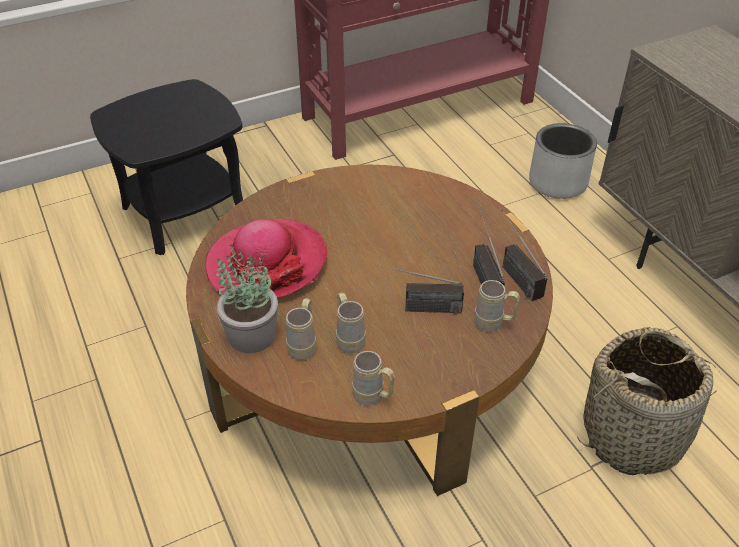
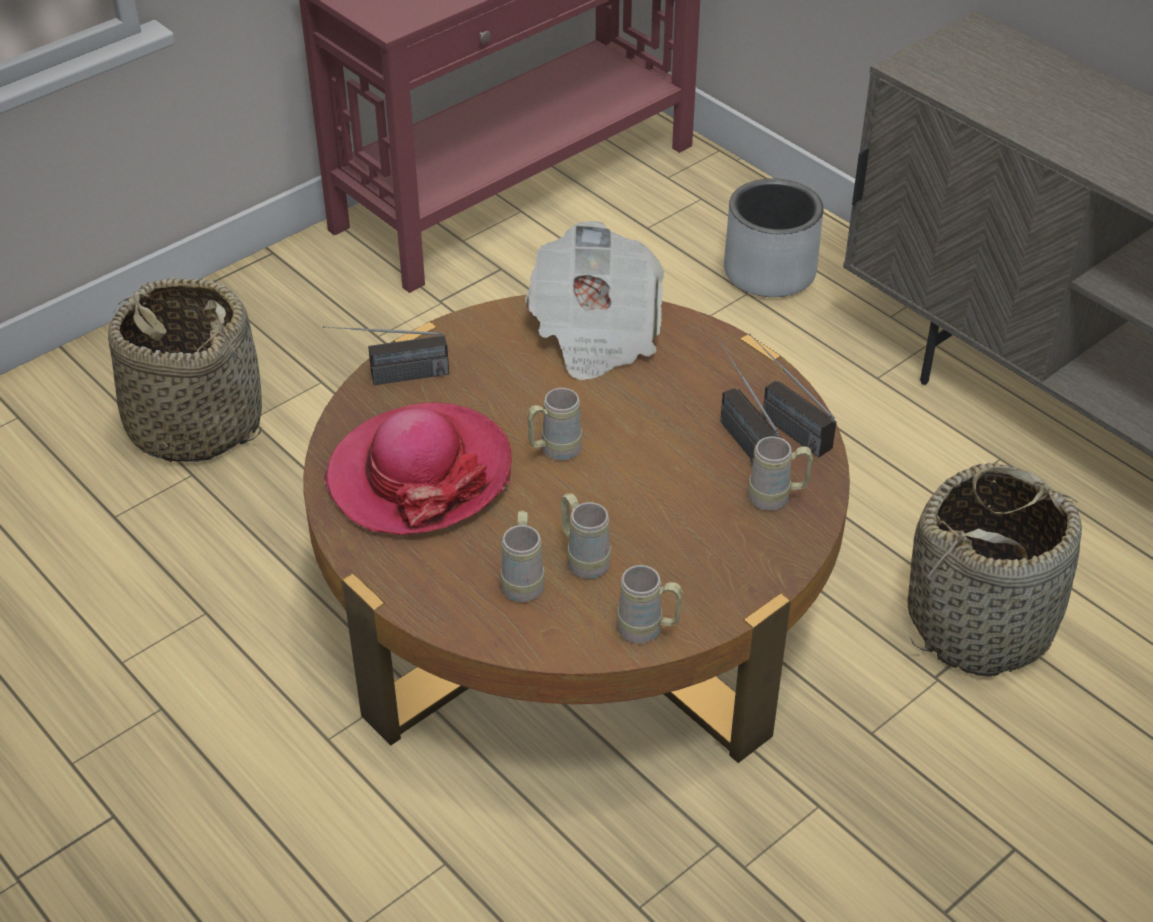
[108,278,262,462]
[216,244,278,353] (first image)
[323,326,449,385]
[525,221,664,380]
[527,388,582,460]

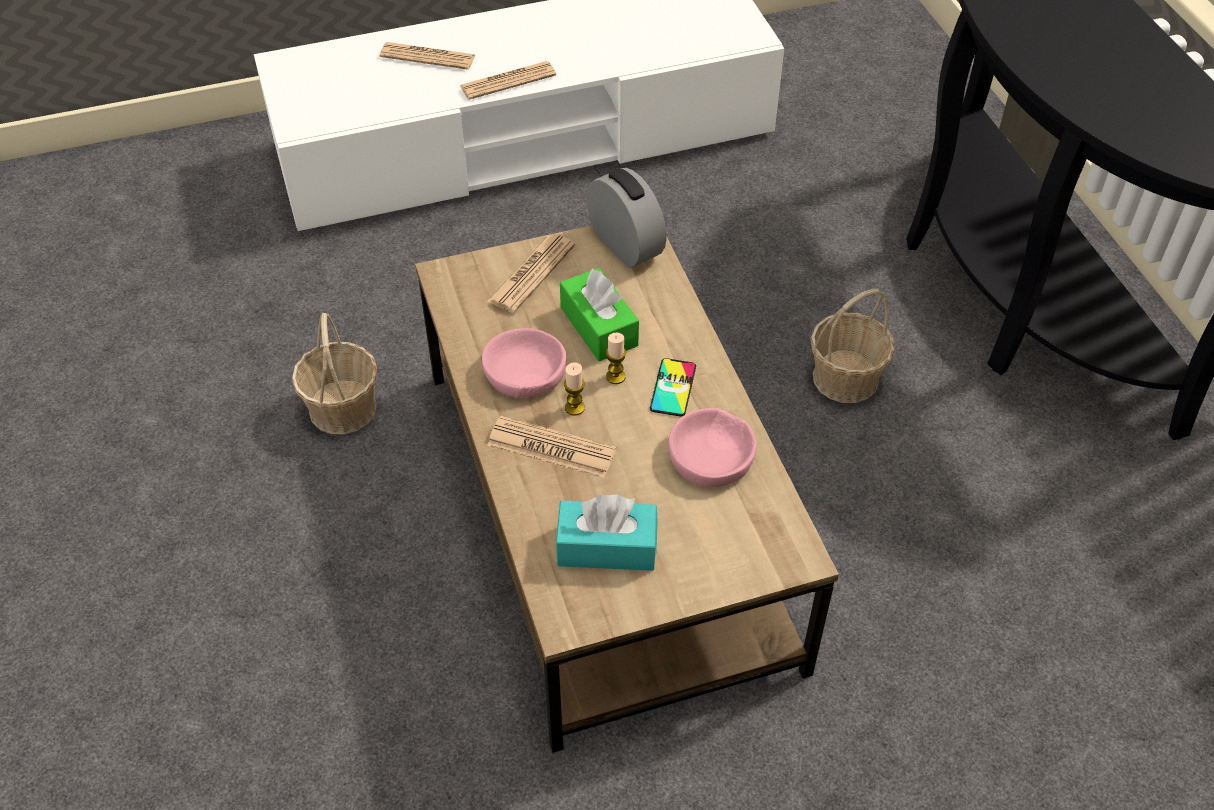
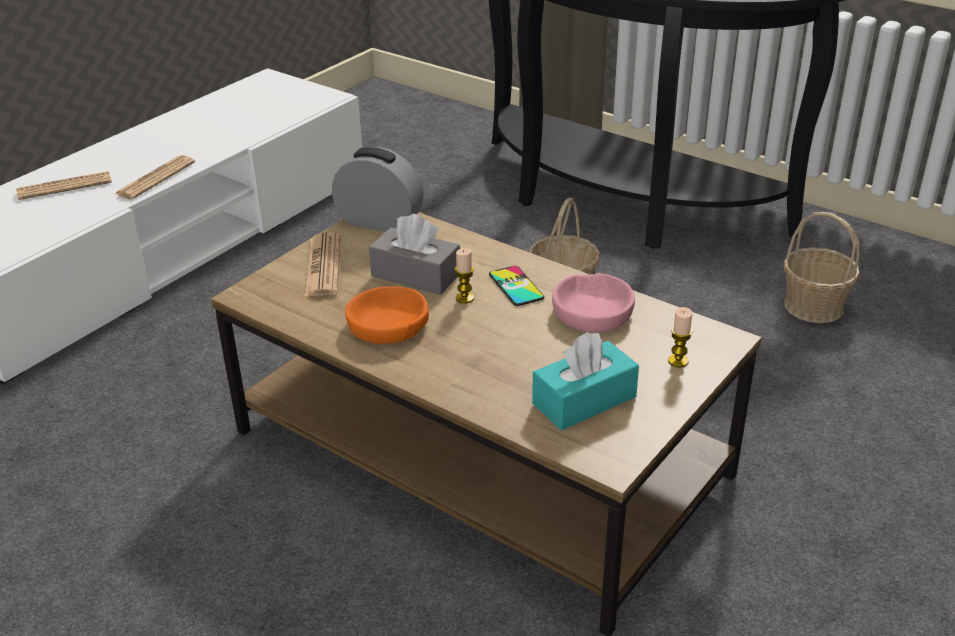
[784,212,860,323]
[345,286,429,344]
[487,416,616,478] (first image)
[369,214,460,295]
[668,307,692,368]

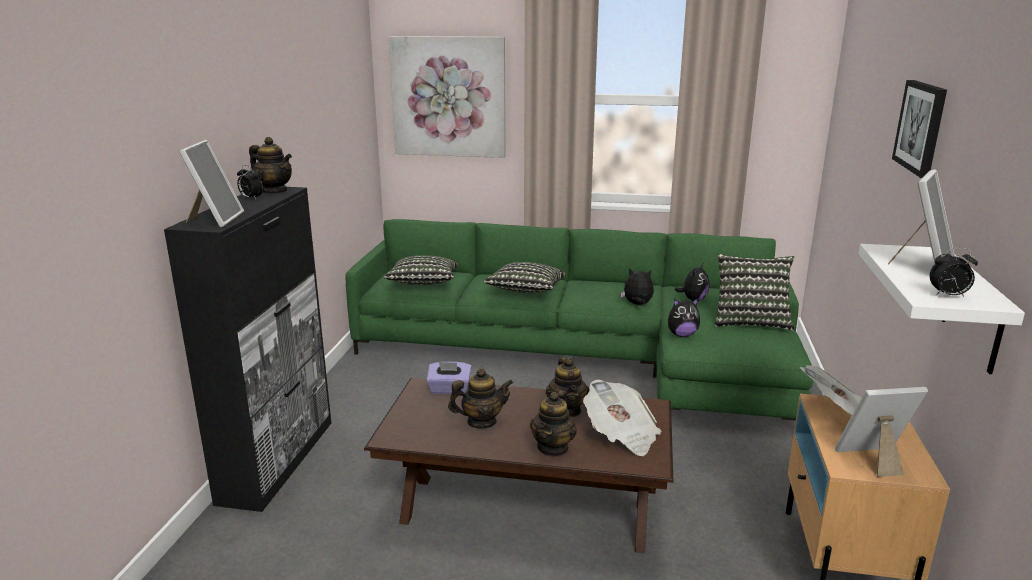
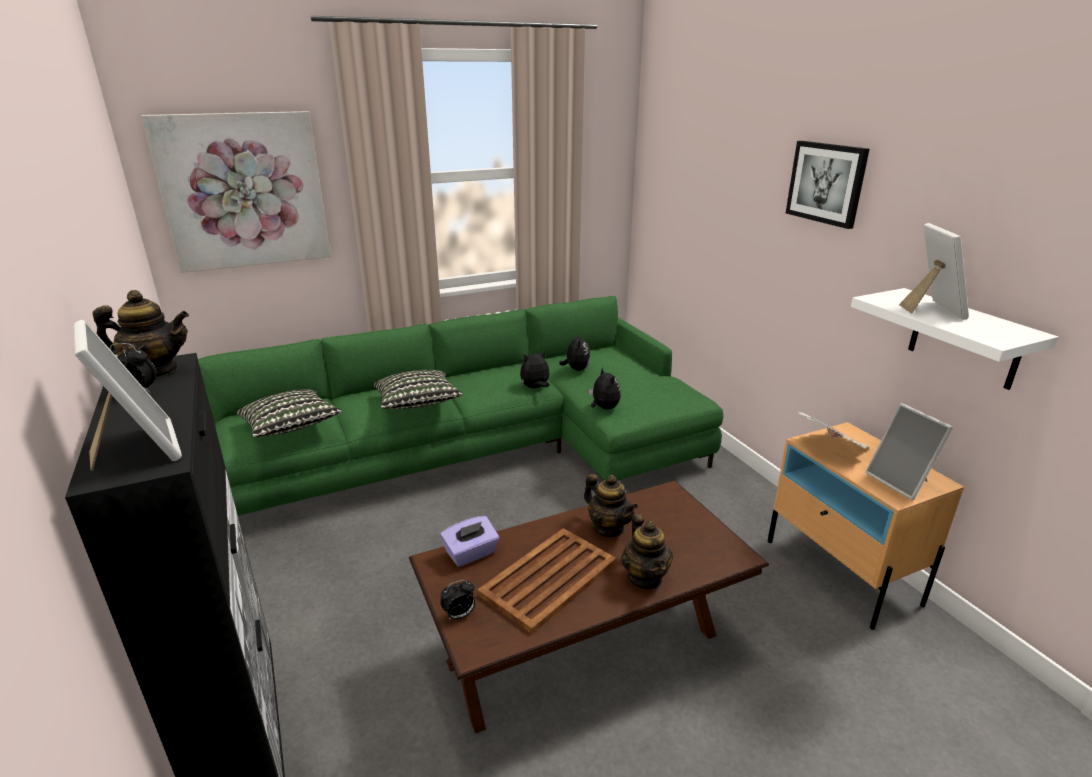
[477,528,616,634]
[583,379,661,456] (first image)
[589,367,621,410]
[715,254,794,331] (first image)
[865,403,953,500]
[440,580,475,620]

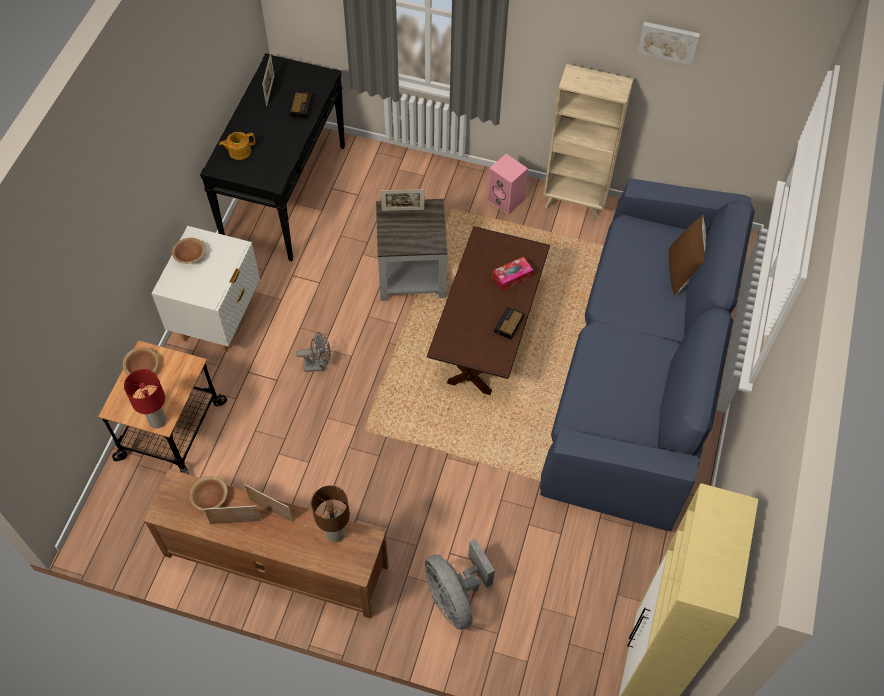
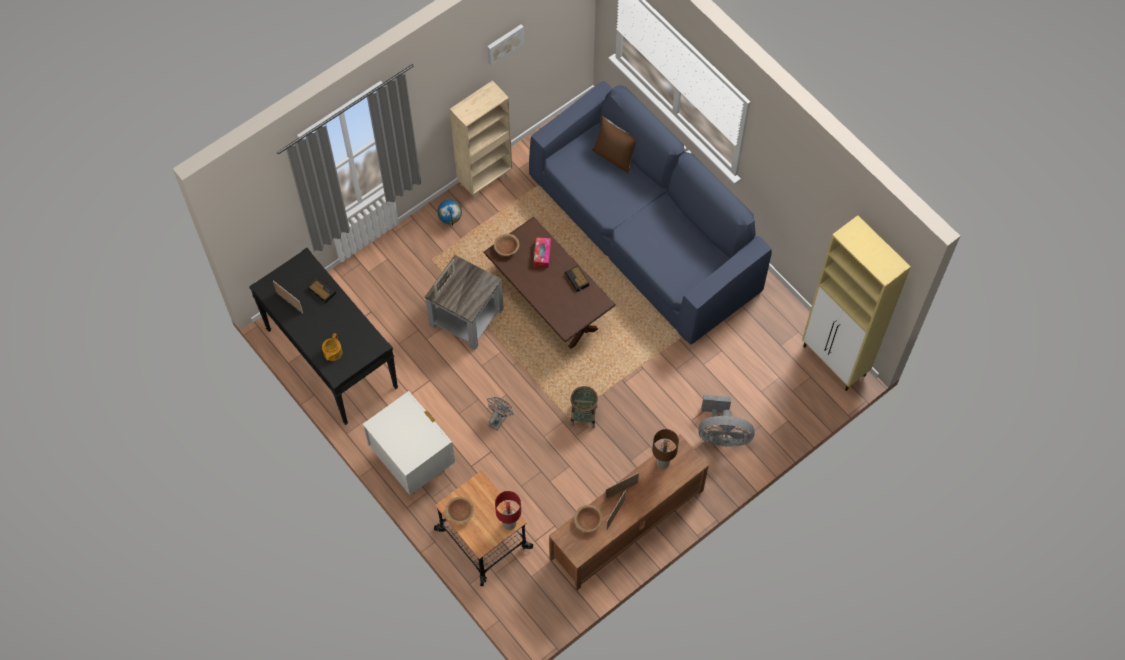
[494,234,519,256]
[437,200,462,226]
[570,386,598,428]

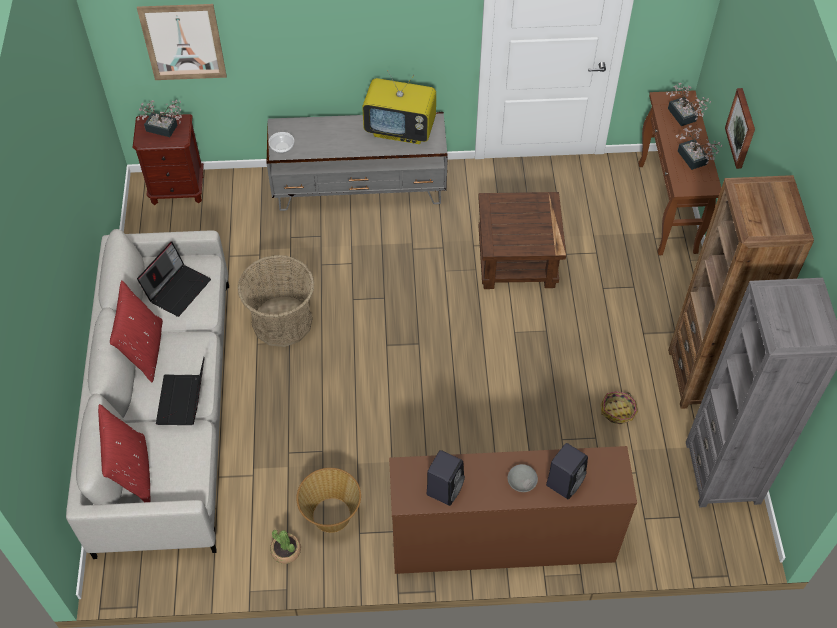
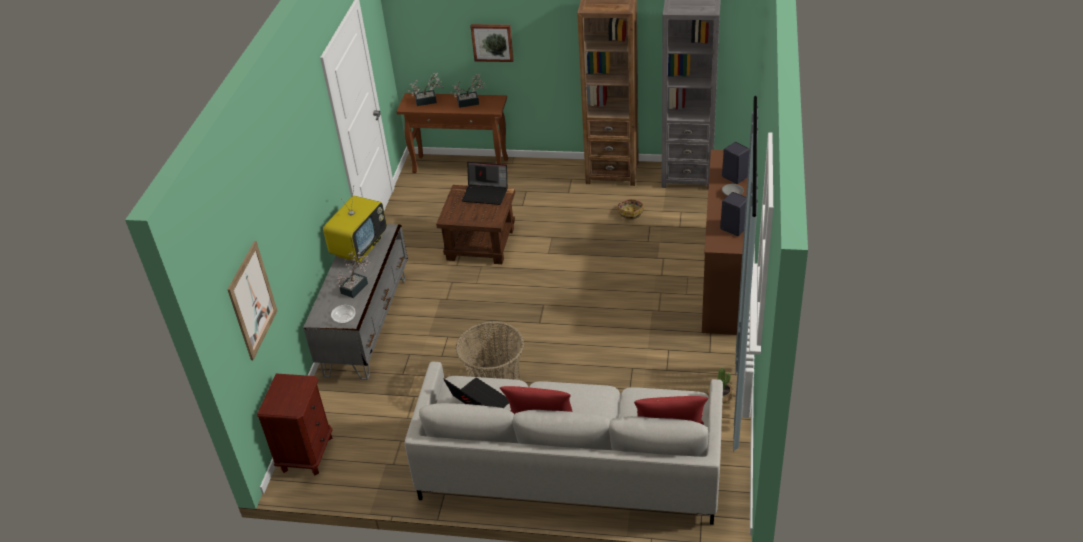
[337,252,370,298]
[462,162,507,205]
[296,468,361,533] (first image)

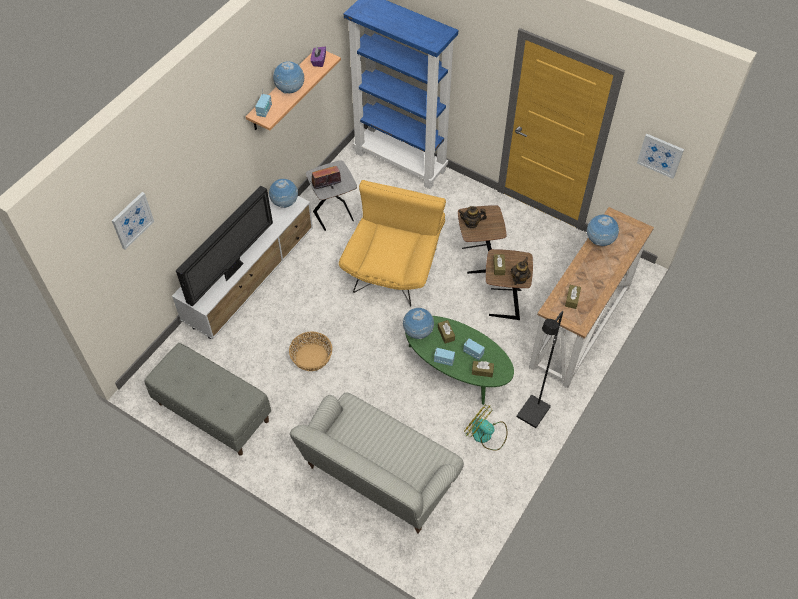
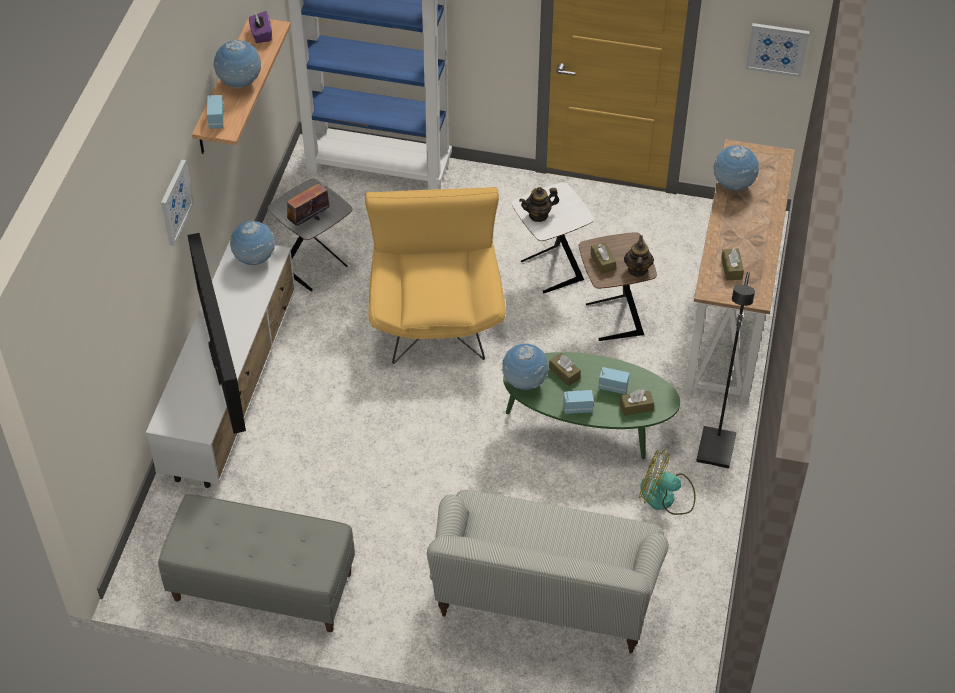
[161,160,194,246]
[187,233,246,434]
[289,331,332,371] (first image)
[512,182,594,293]

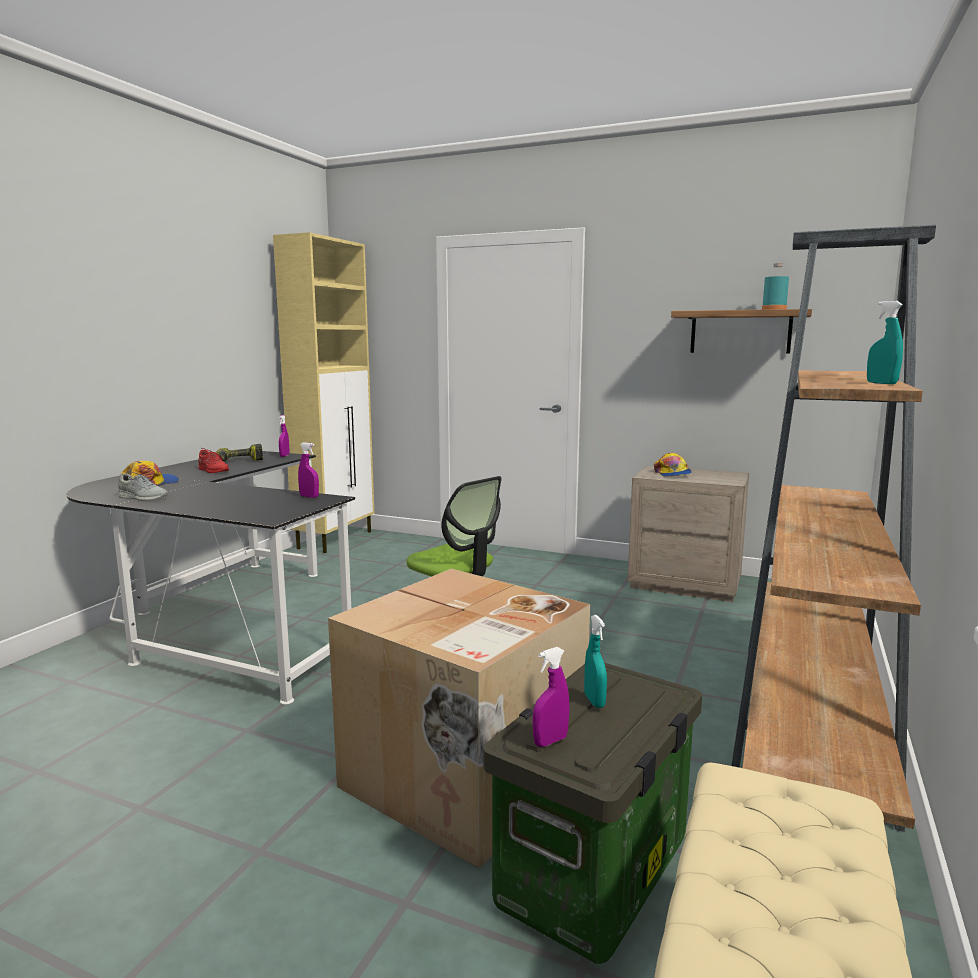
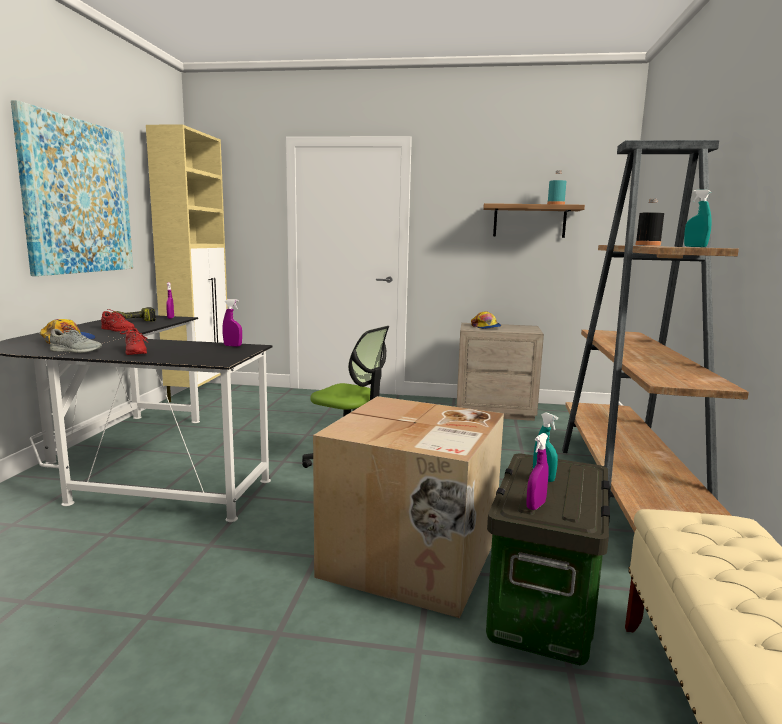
[11,100,133,276]
[120,326,149,355]
[635,199,664,246]

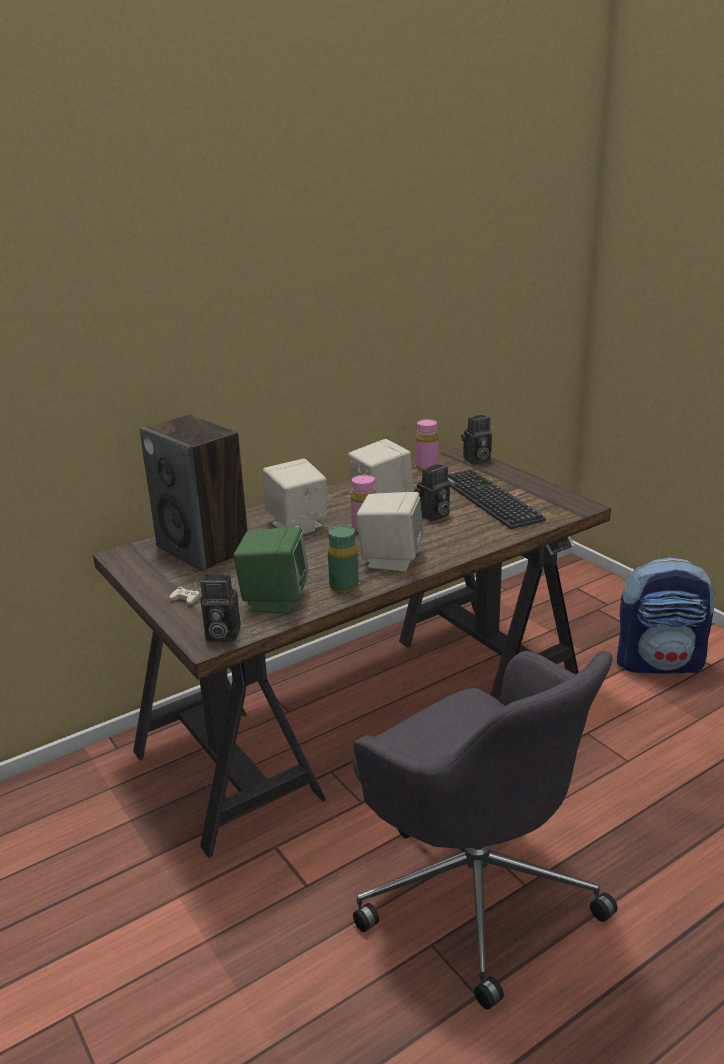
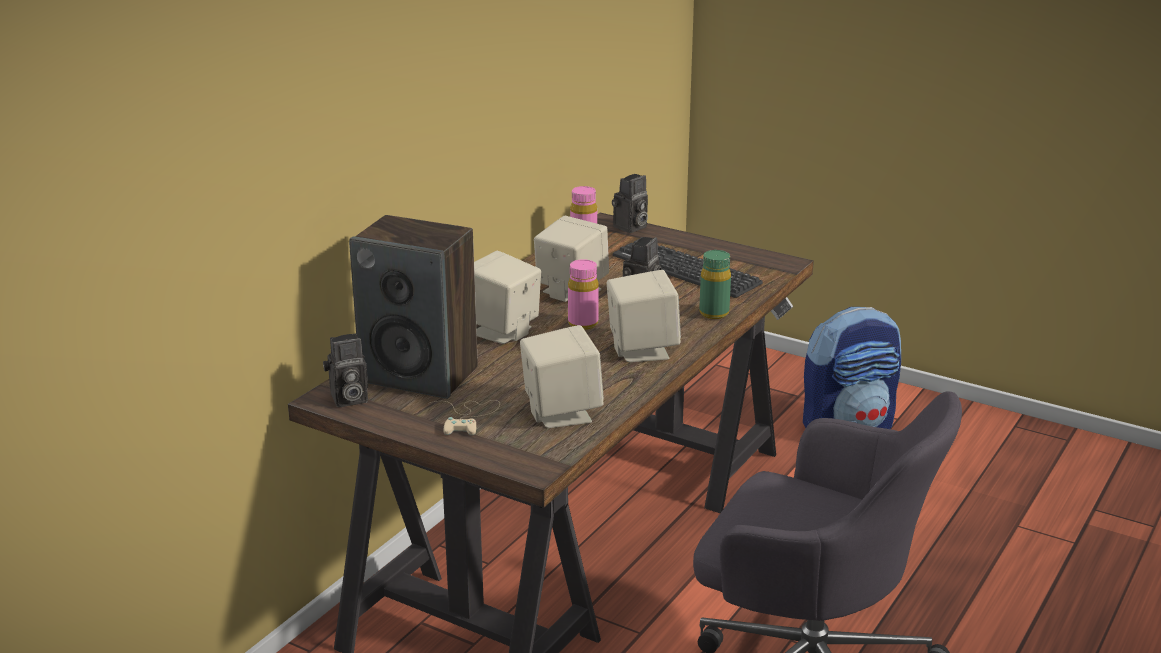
[323,333,368,407]
[520,325,604,428]
[699,250,731,319]

